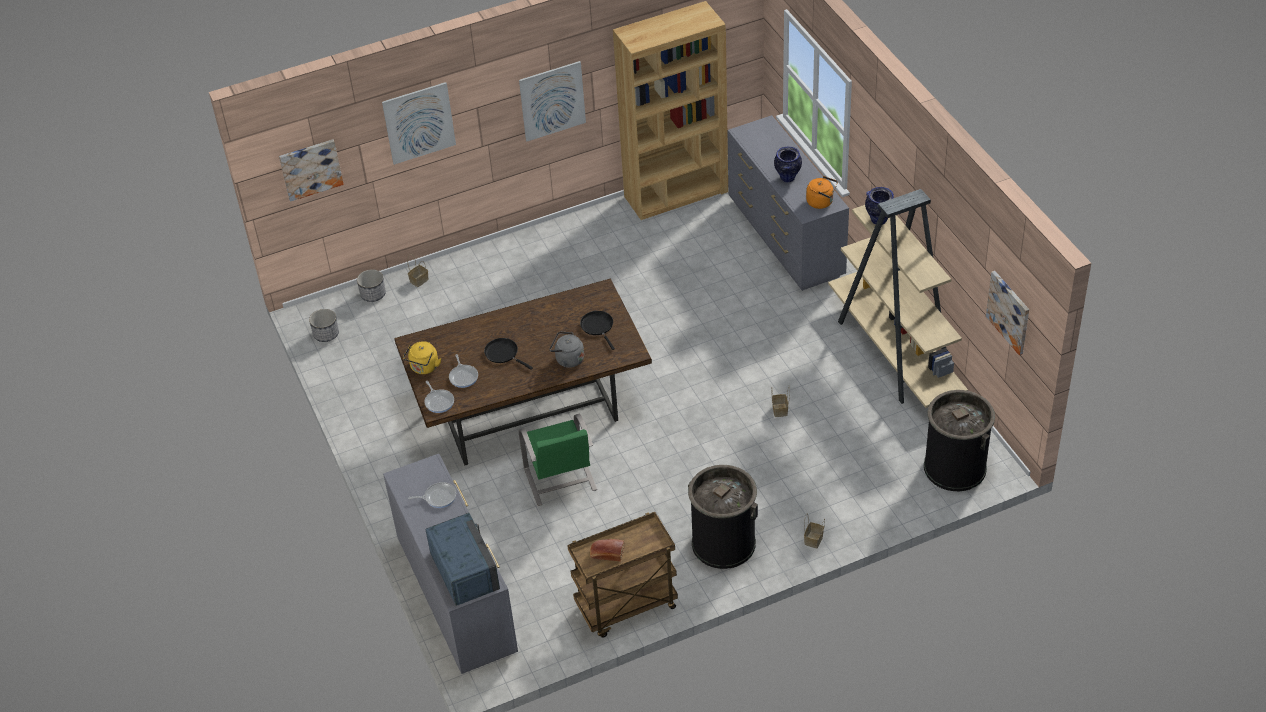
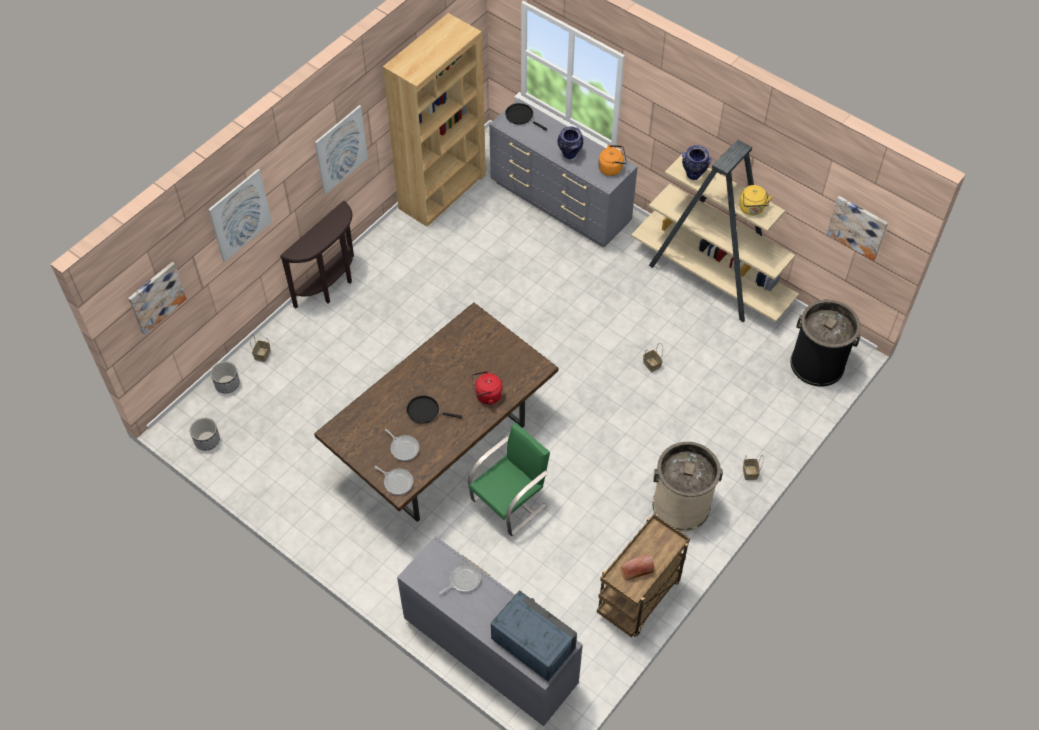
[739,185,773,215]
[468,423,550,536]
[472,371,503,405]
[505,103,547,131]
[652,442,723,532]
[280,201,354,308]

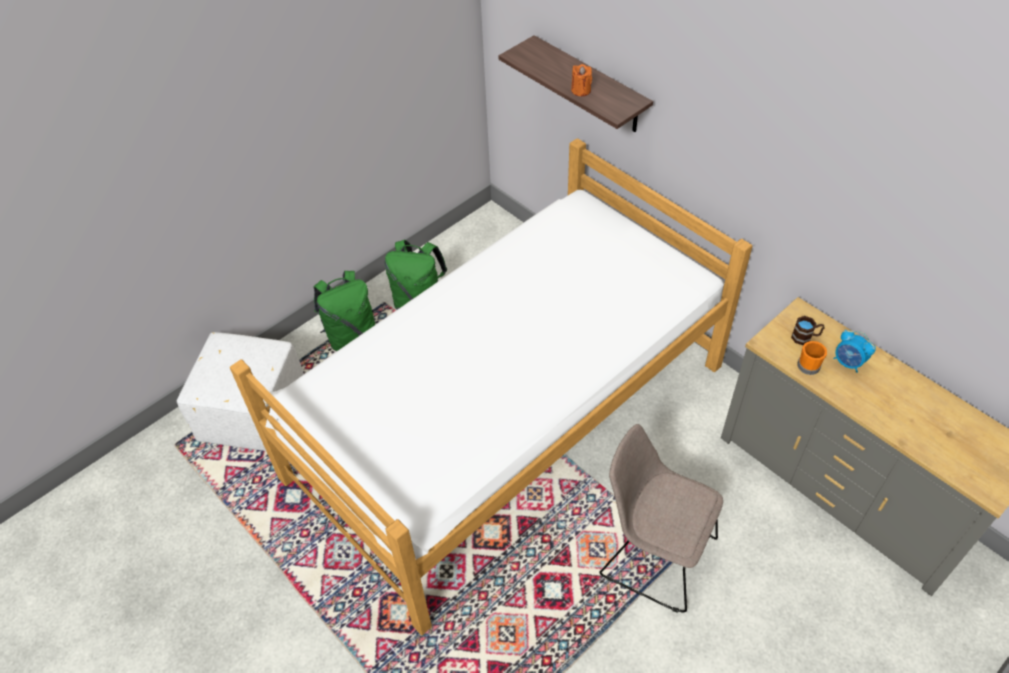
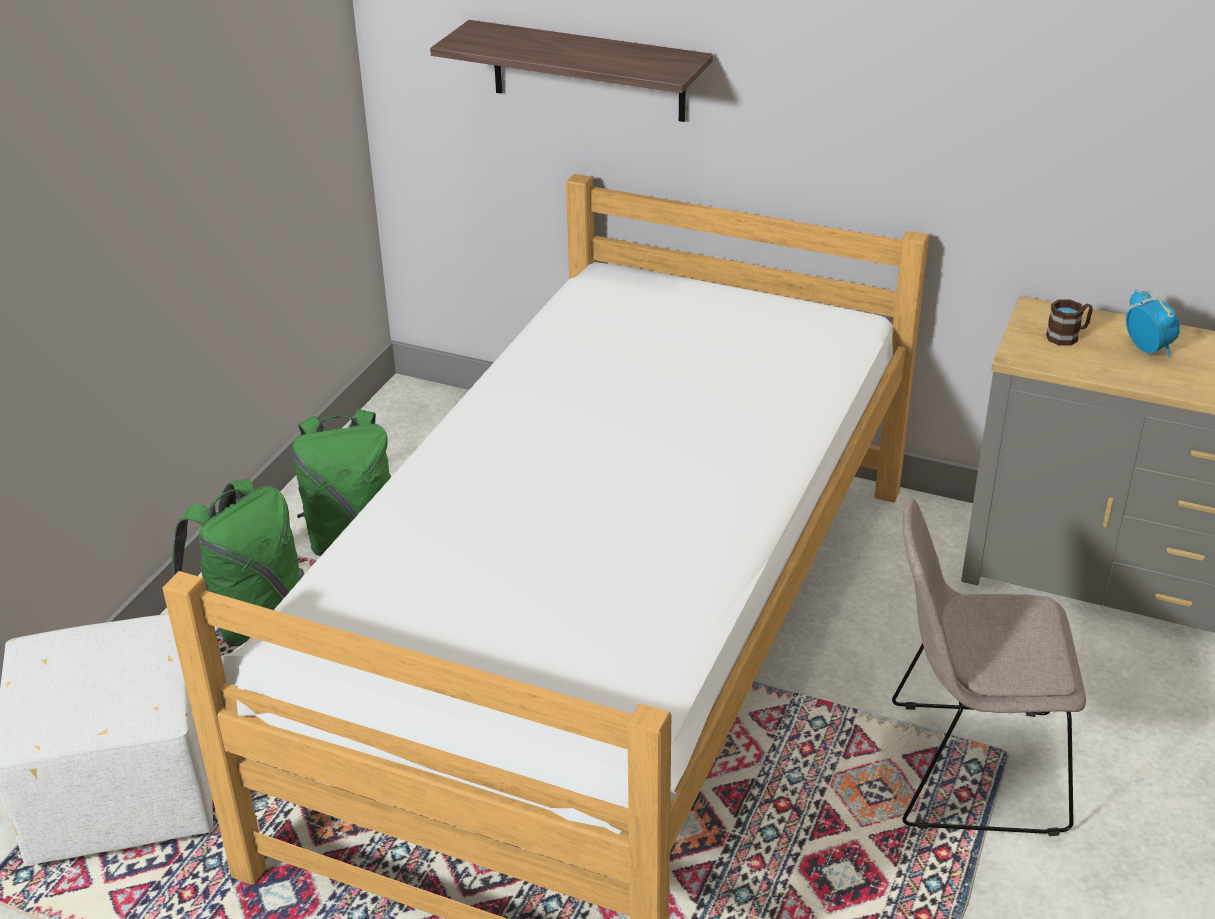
[571,64,592,96] (first image)
[797,341,827,375] (first image)
[1126,289,1180,358]

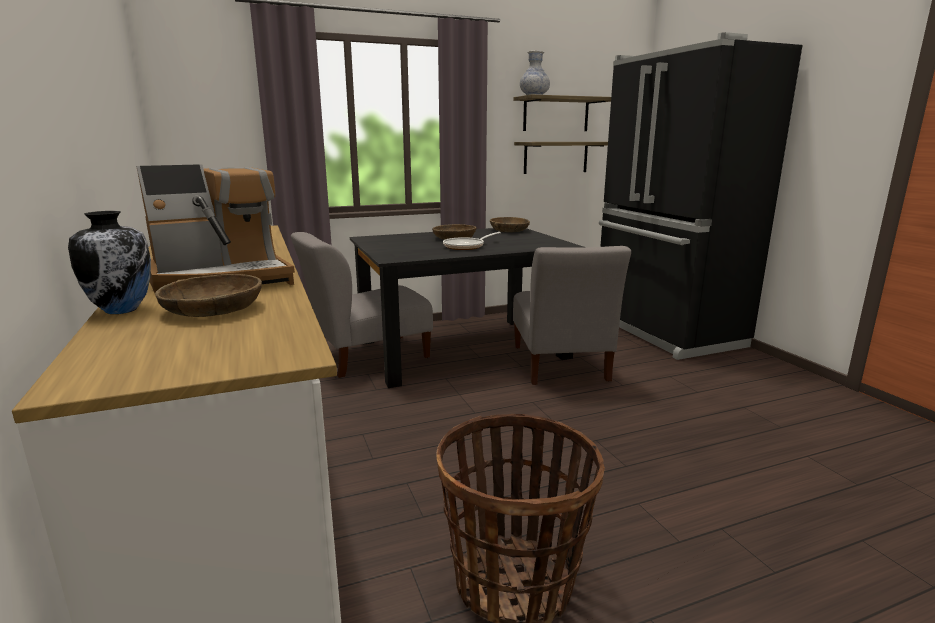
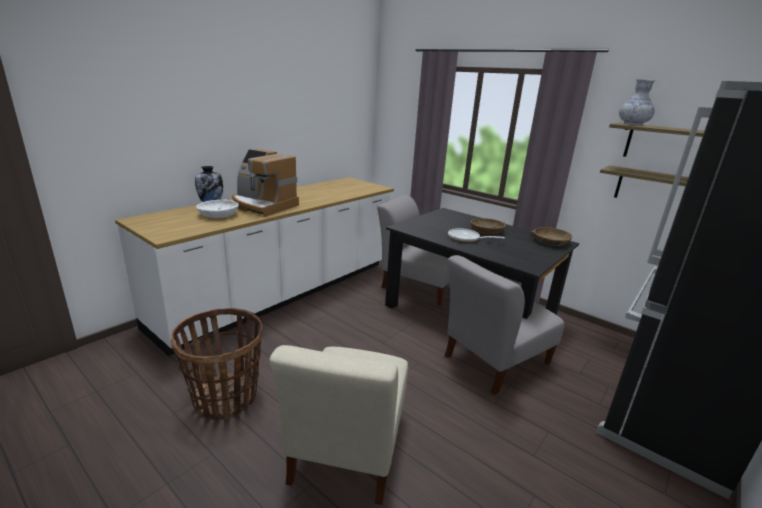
[196,200,239,218]
[269,345,408,505]

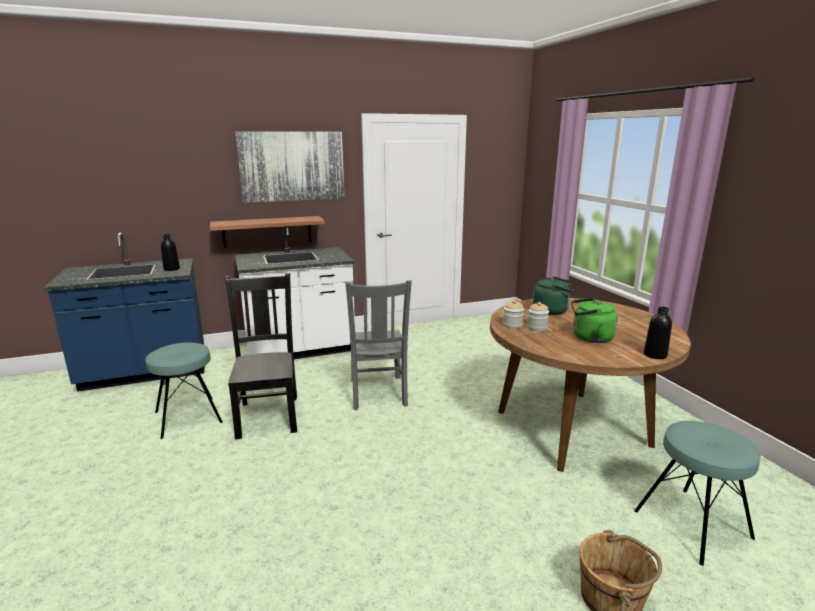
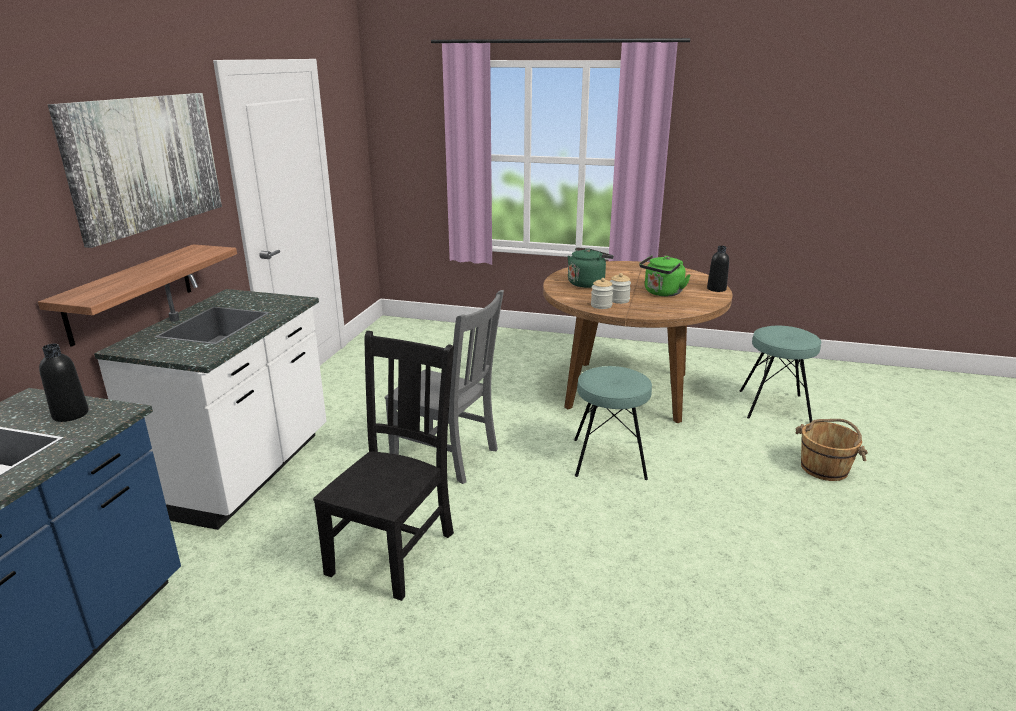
[574,366,652,480]
[313,331,454,601]

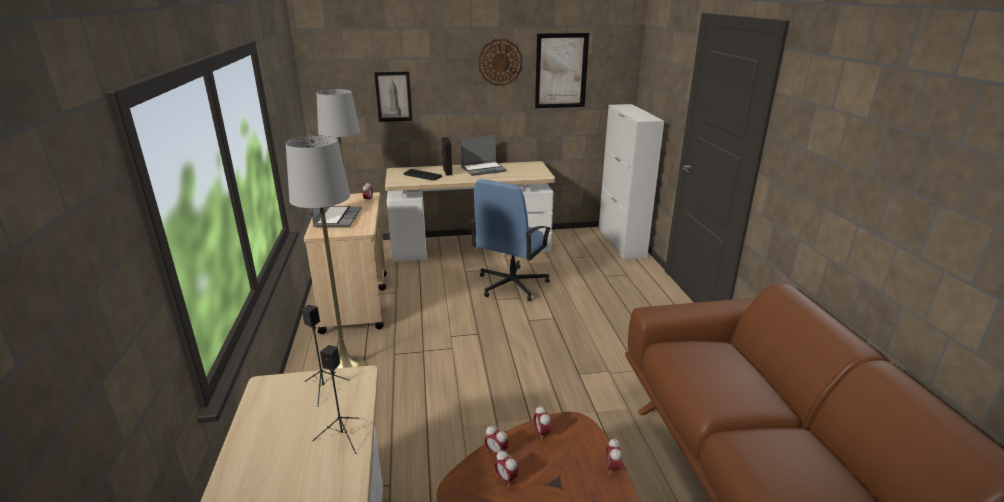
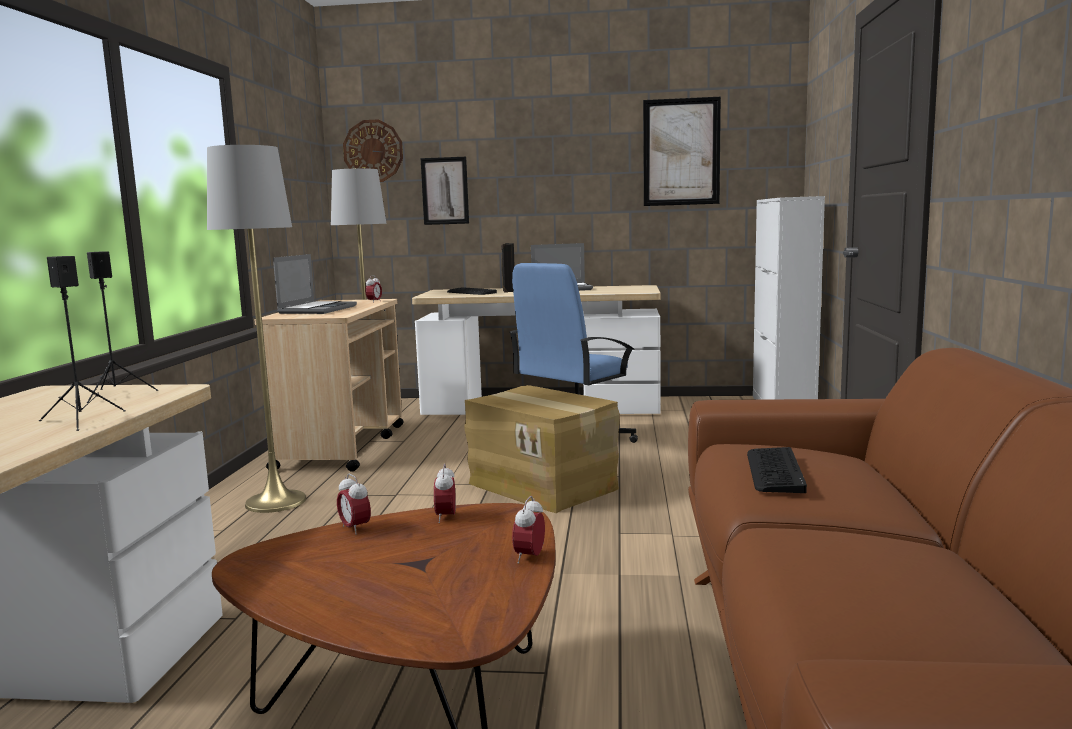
[343,119,403,182]
[495,450,519,486] (first image)
[464,385,620,513]
[747,447,807,493]

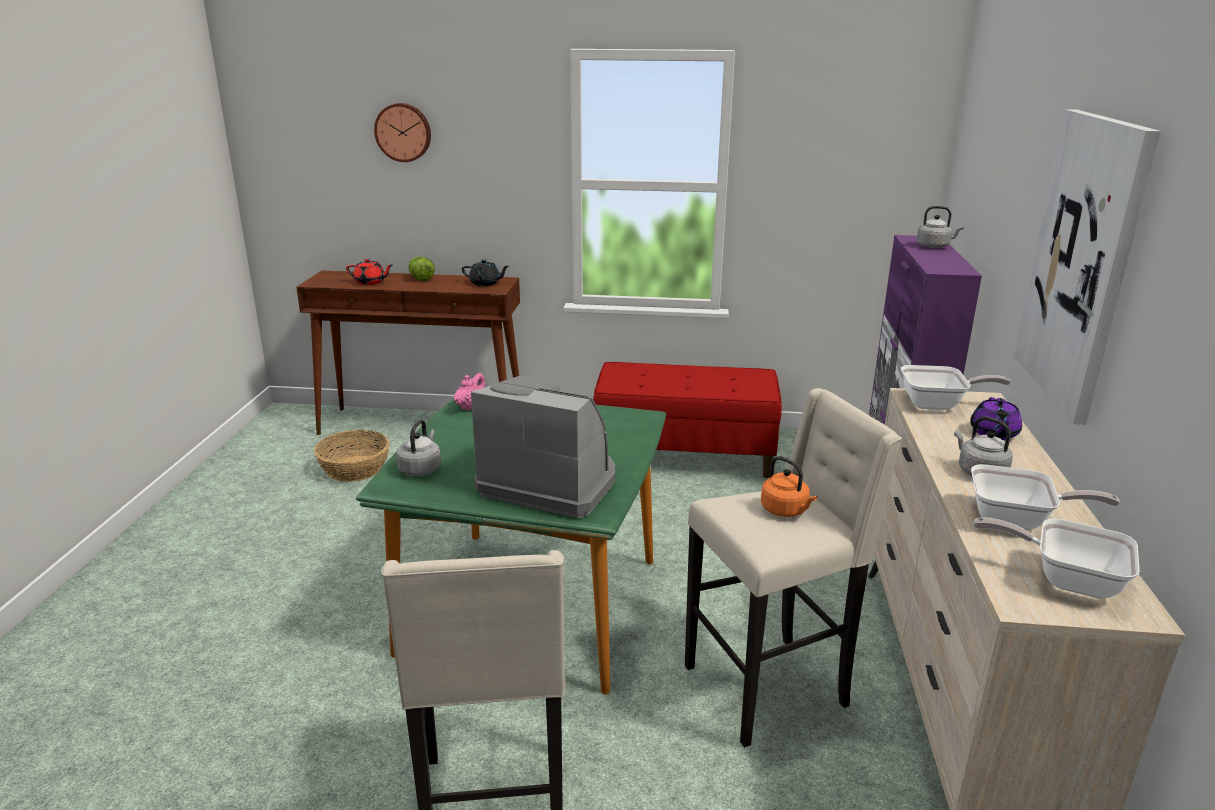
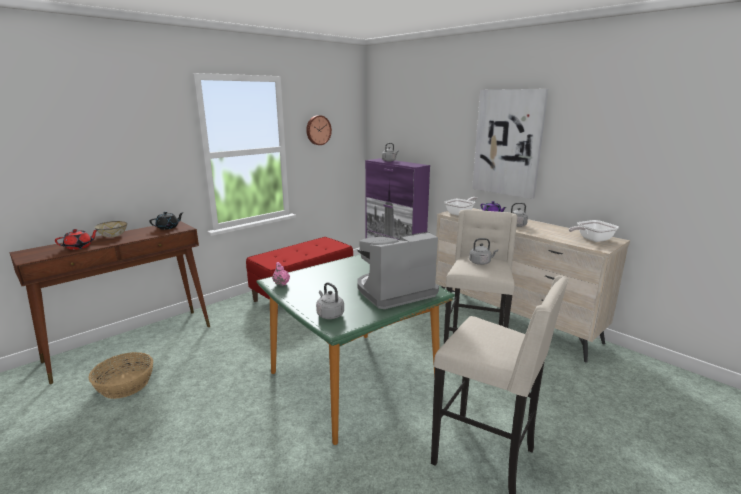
[306,115,332,145]
[95,221,127,237]
[469,238,498,265]
[971,464,1120,530] (first image)

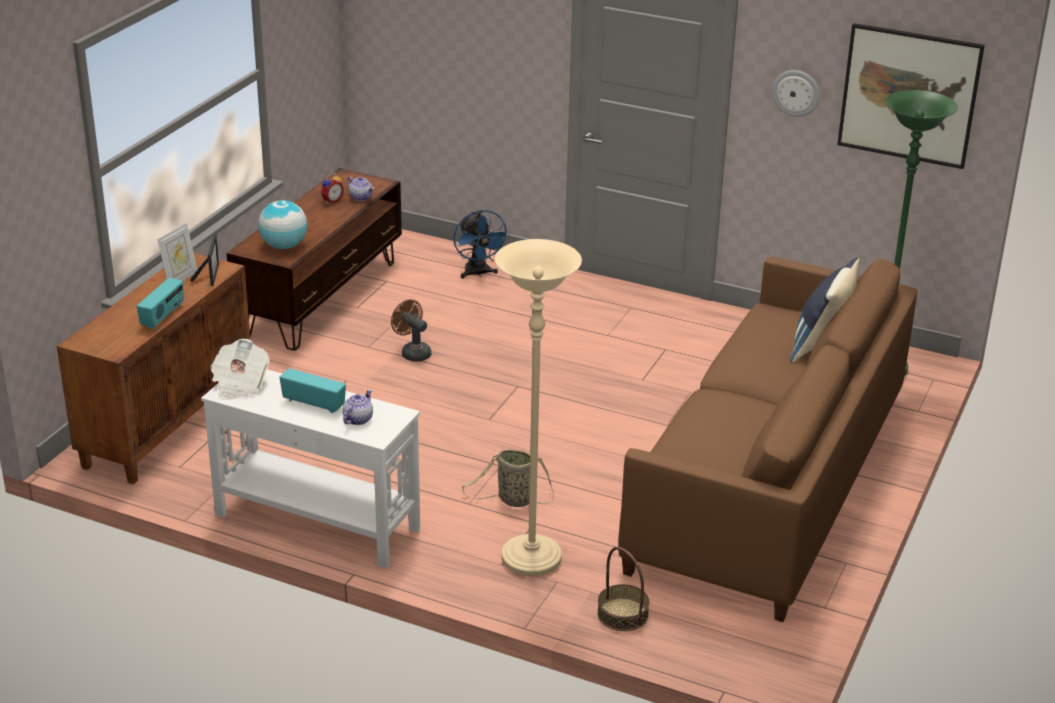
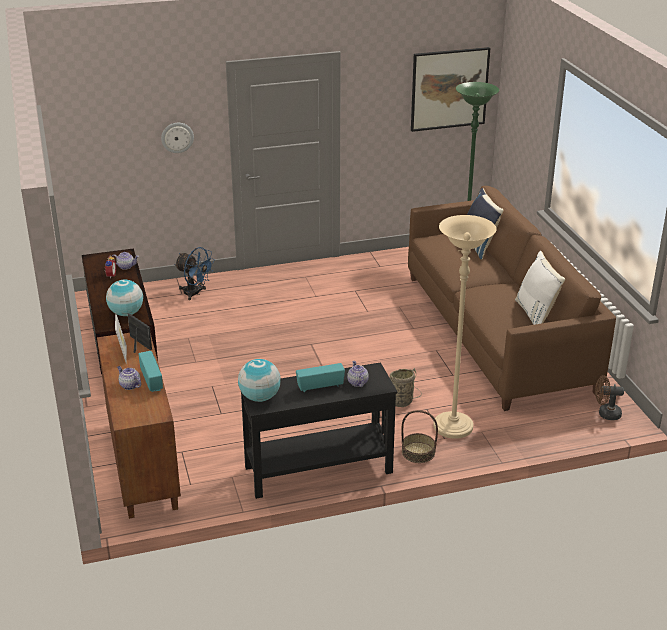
[241,362,397,499]
[238,359,281,402]
[595,375,624,420]
[401,410,438,463]
[161,123,194,153]
[117,366,141,390]
[515,251,565,325]

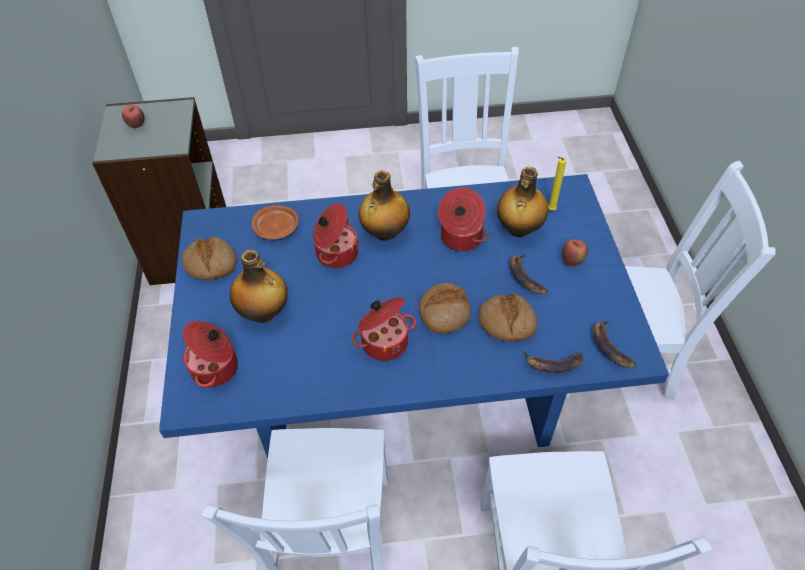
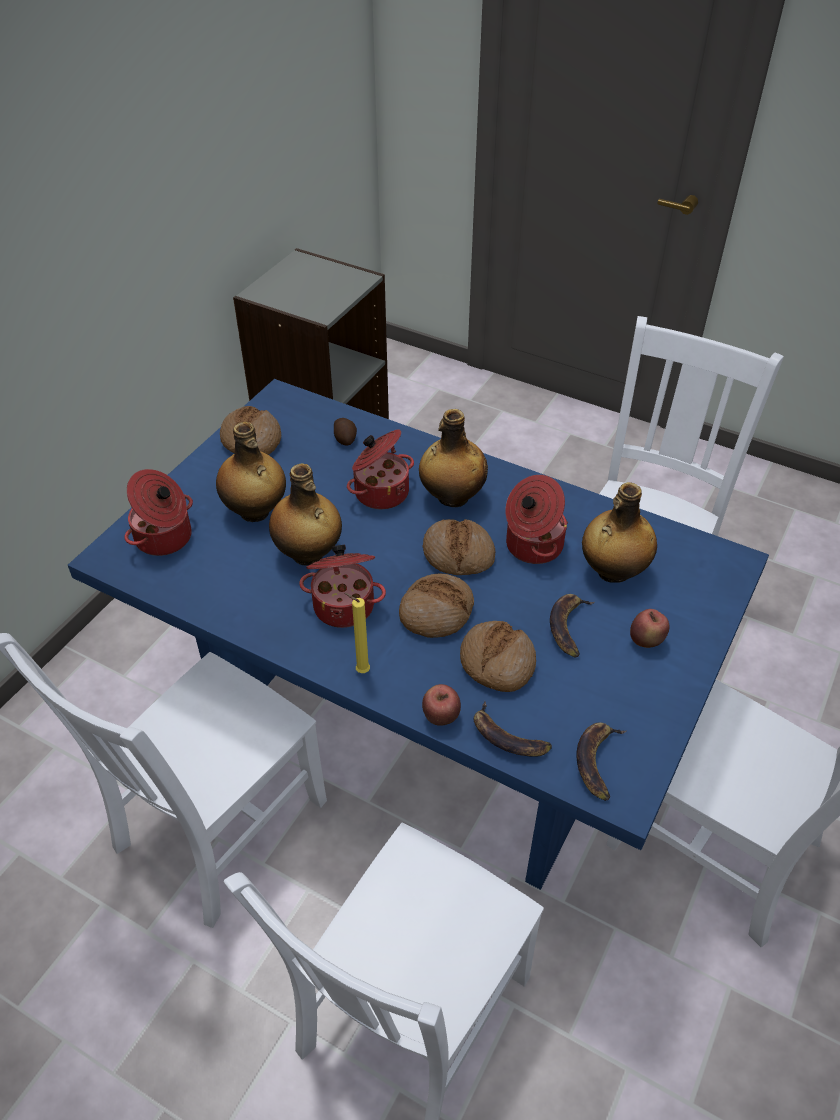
[422,684,461,726]
[334,418,357,446]
[344,593,370,673]
[269,463,342,566]
[422,519,495,575]

